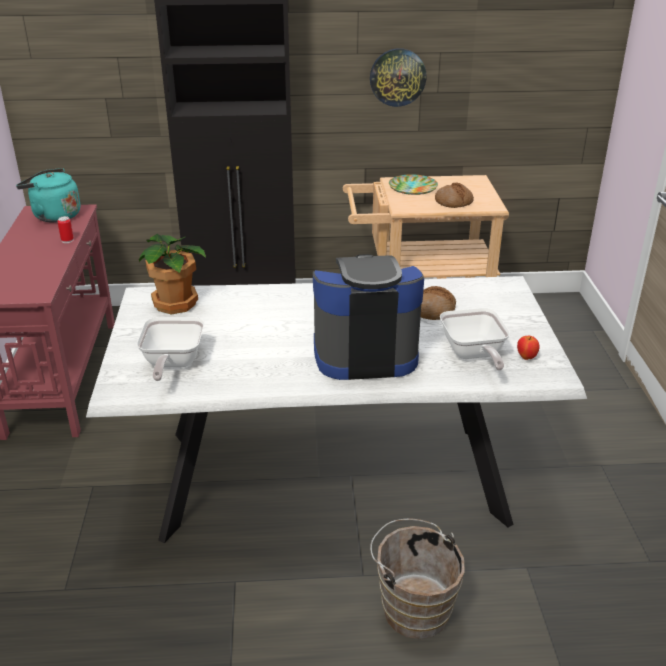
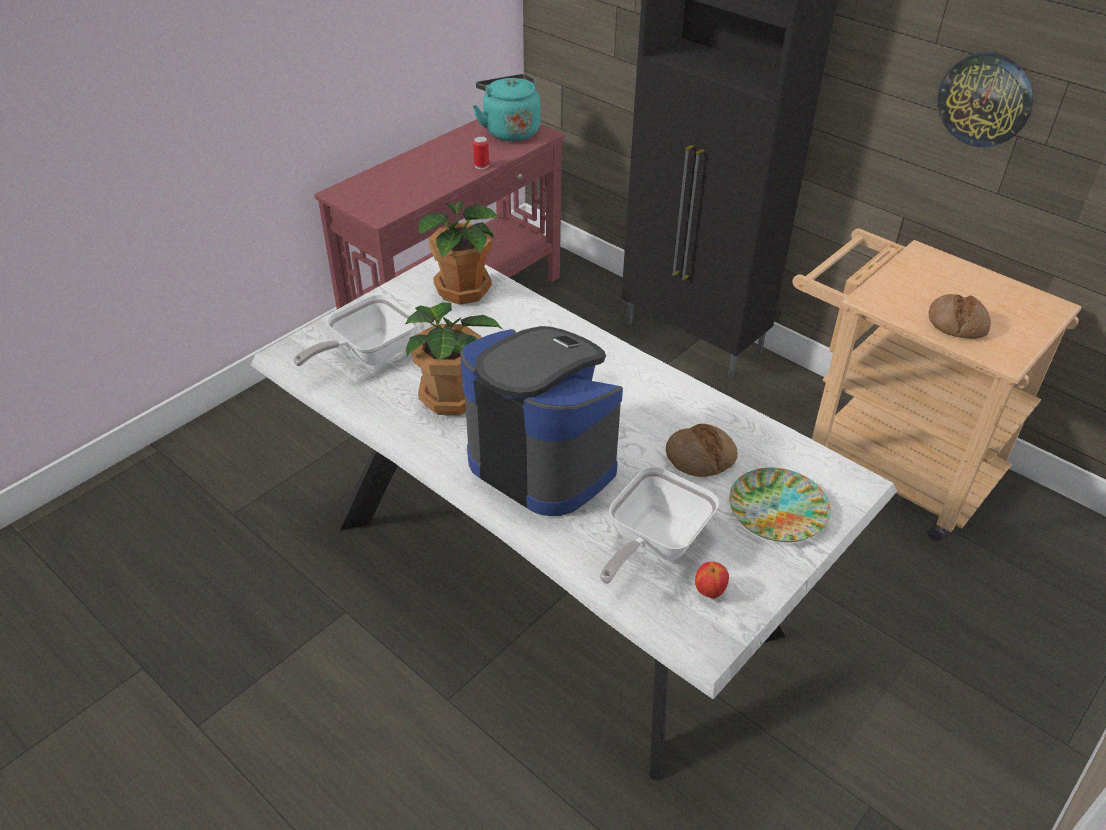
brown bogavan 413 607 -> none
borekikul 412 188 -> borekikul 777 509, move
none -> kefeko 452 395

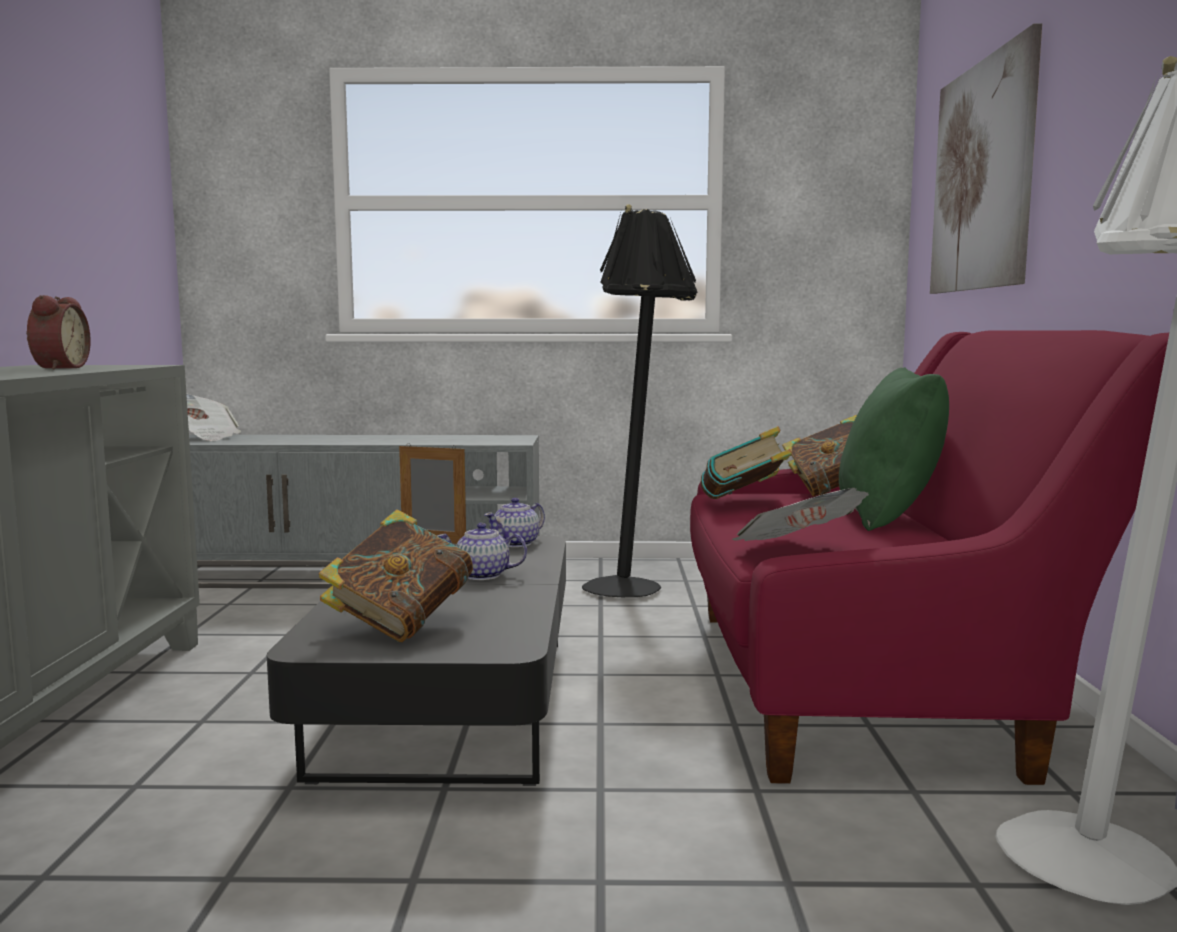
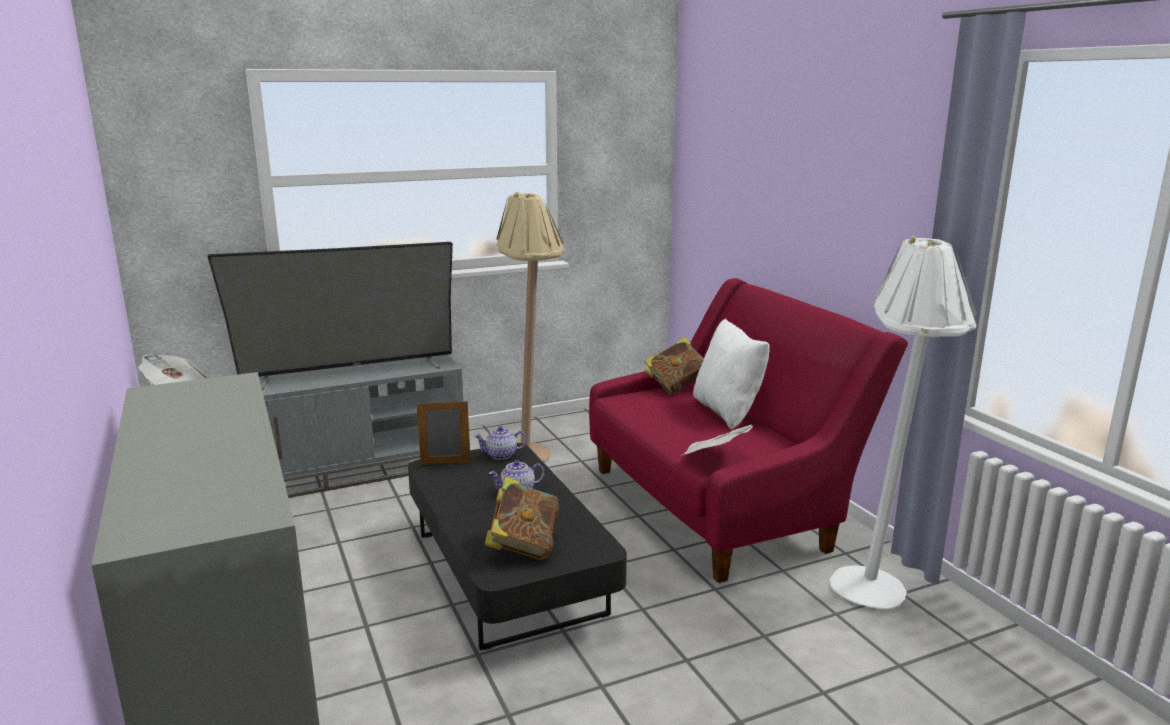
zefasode 57 368 -> none
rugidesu 516 543 -> rugidesu 501 455, 60 degrees clockwise
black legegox 638 586 -> beige legegox 532 449
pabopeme 743 504 -> none
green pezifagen 887 517 -> white pezifagen 727 412
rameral 982 176 -> none
none -> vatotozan 349 372

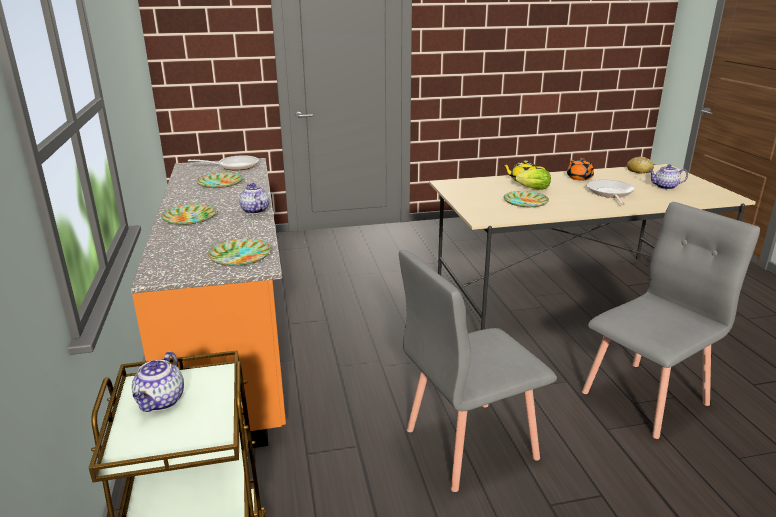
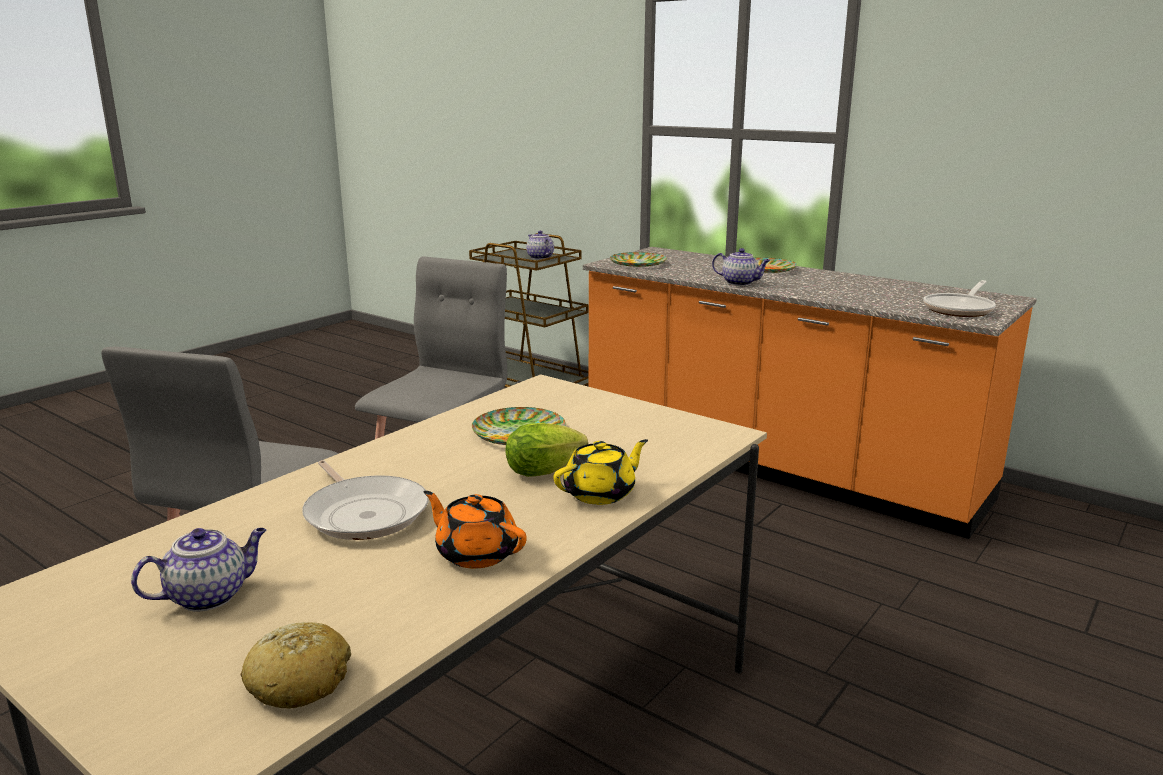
borekikul 220 183 -> none

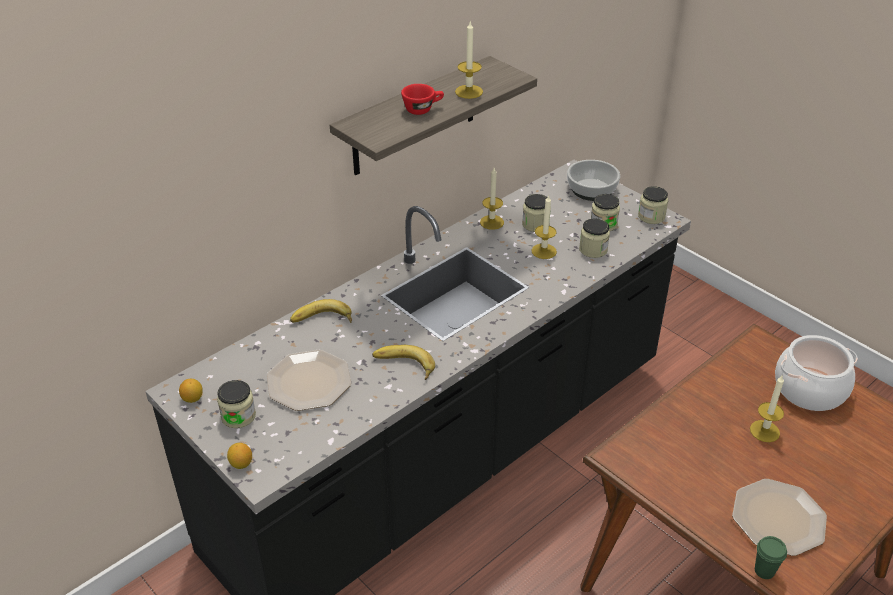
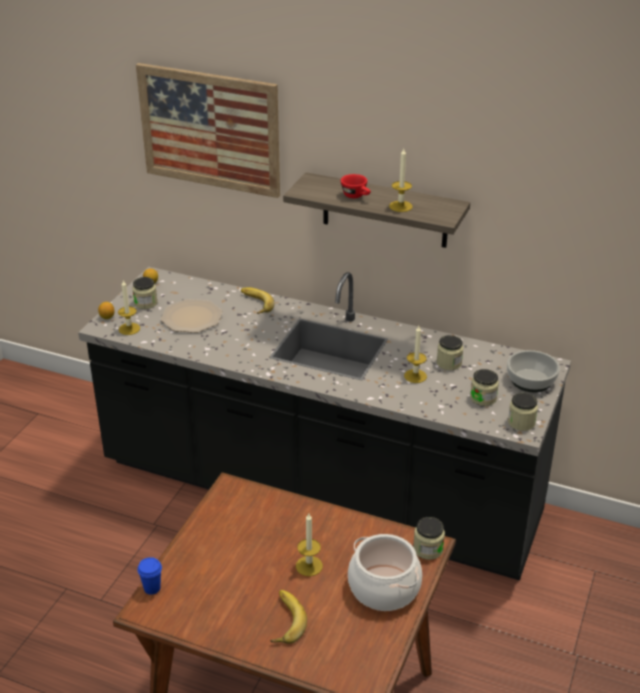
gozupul 403 366 -> gozupul 283 620, move
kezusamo 492 222 -> kezusamo 129 329, move
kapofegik 593 249 -> kapofegik 428 549, move
borekikul 777 518 -> none
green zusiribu 764 571 -> blue zusiribu 152 588
none -> rameral 210 130

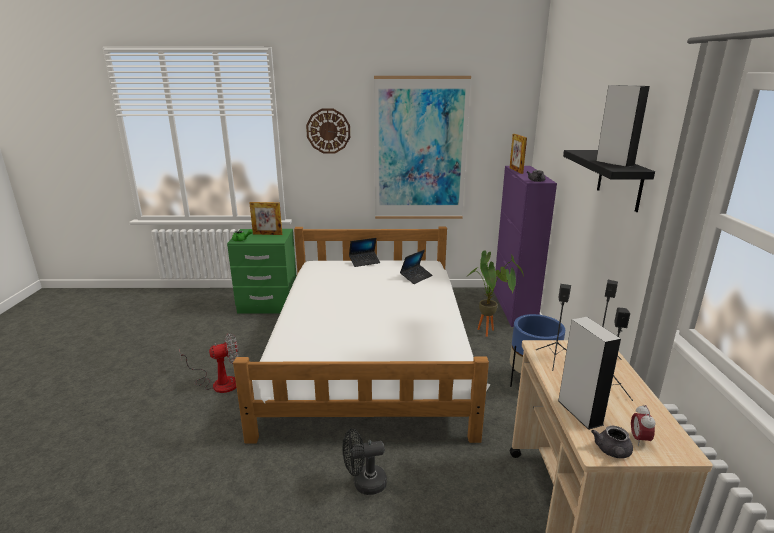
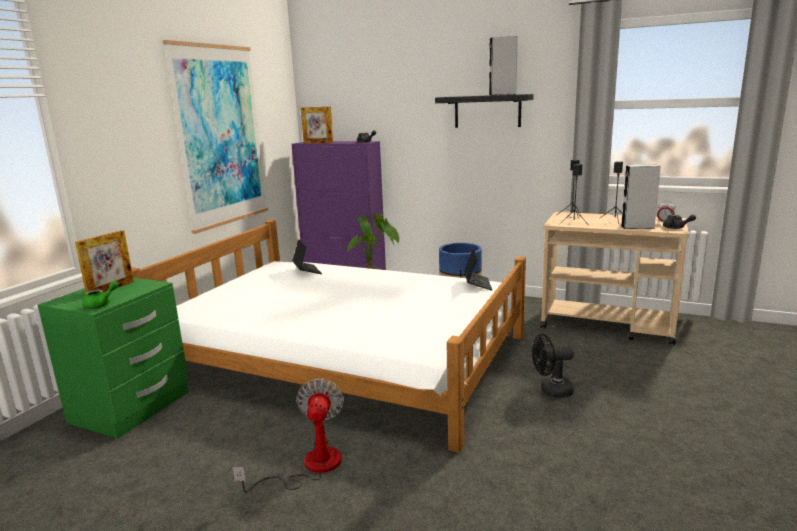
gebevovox 328 131 -> none
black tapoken 364 483 -> black tapoken 551 391, 75 degrees clockwise
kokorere 364 262 -> kokorere 477 284, move

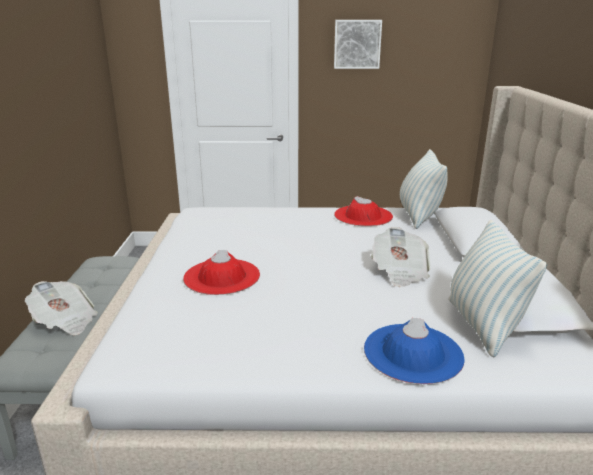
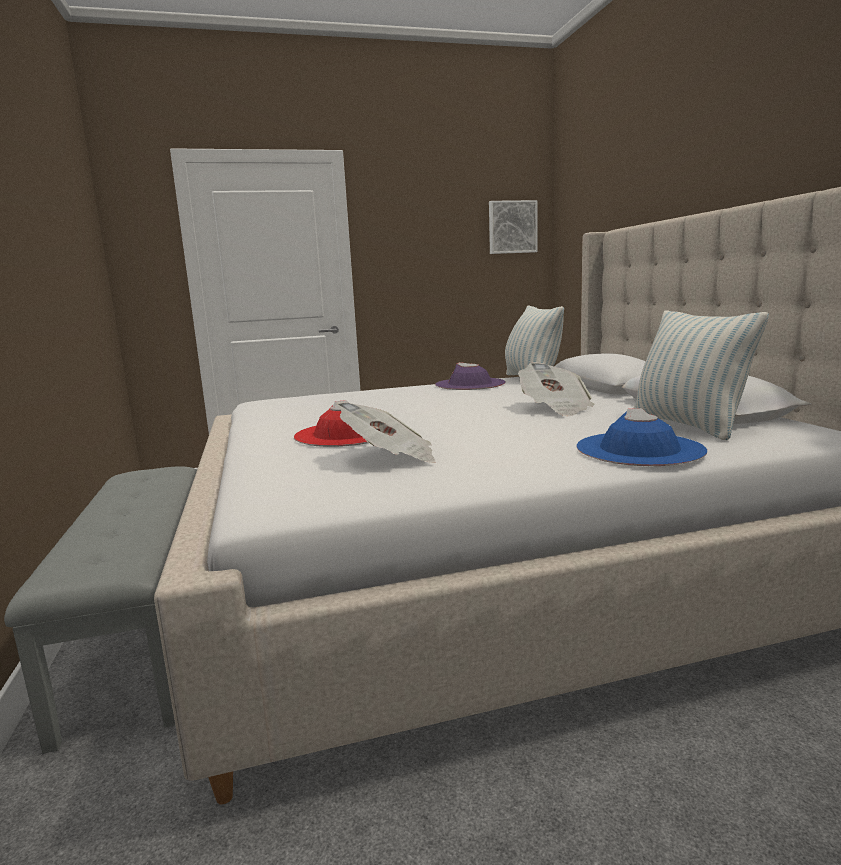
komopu 65 321 -> komopu 390 458, move
rameral 357 44 -> rameral 512 227, move
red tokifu 363 216 -> purple tokifu 470 384

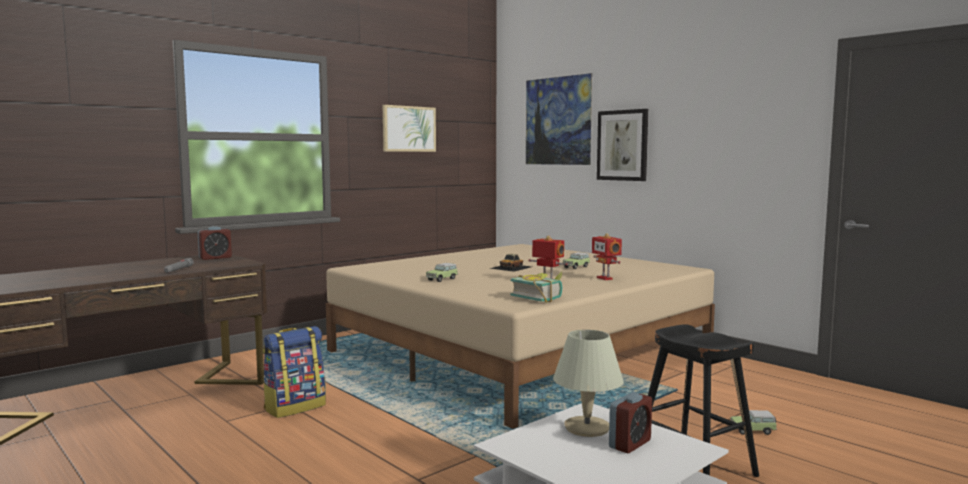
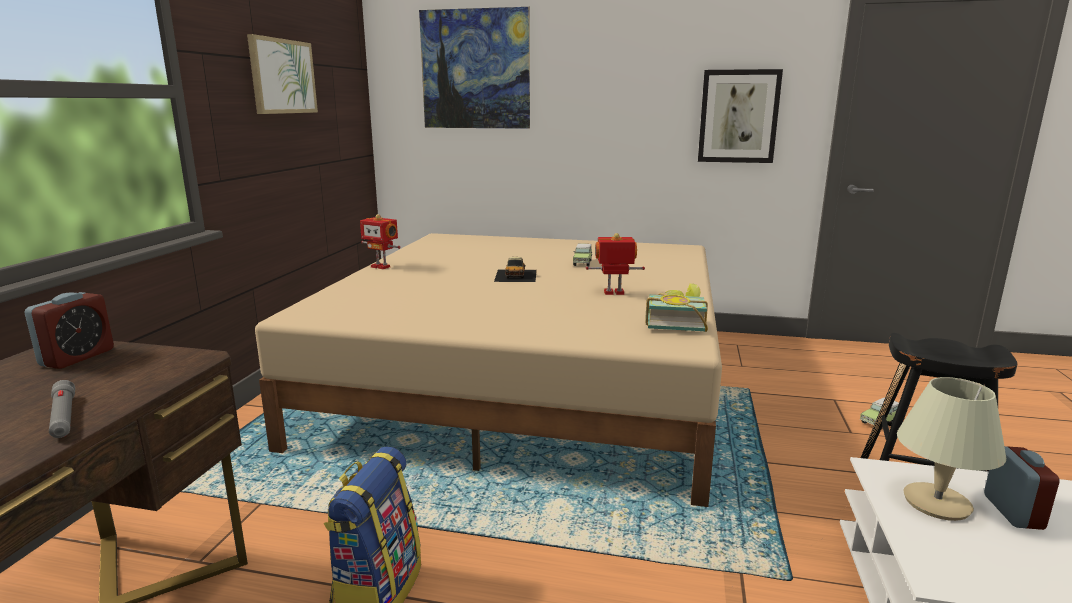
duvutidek 442 279 -> none
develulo 605 278 -> develulo 381 266, move
rameral 622 145 -> rameral 738 116, move

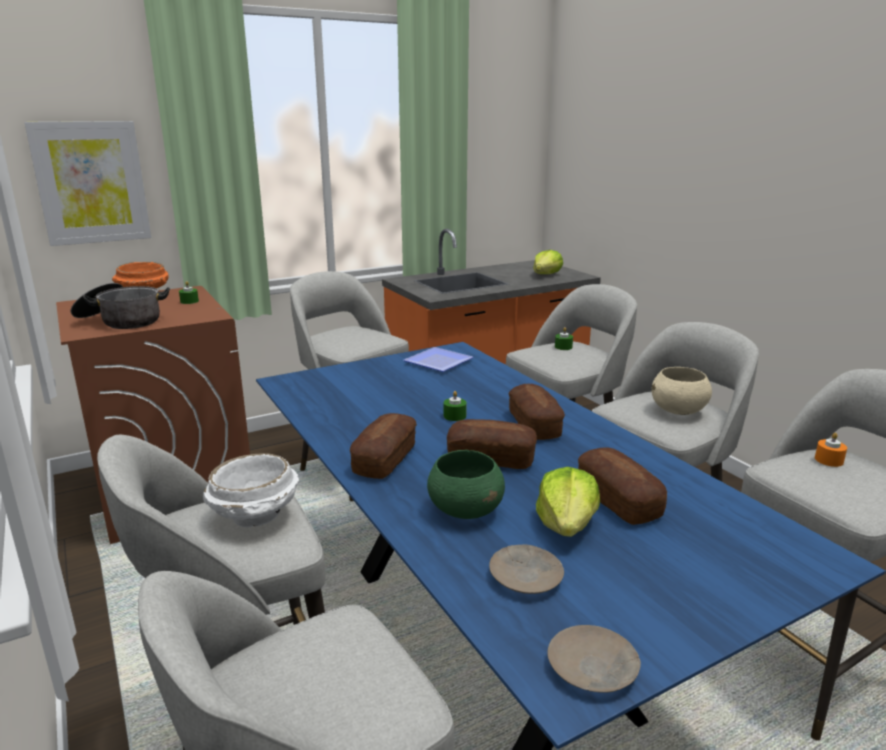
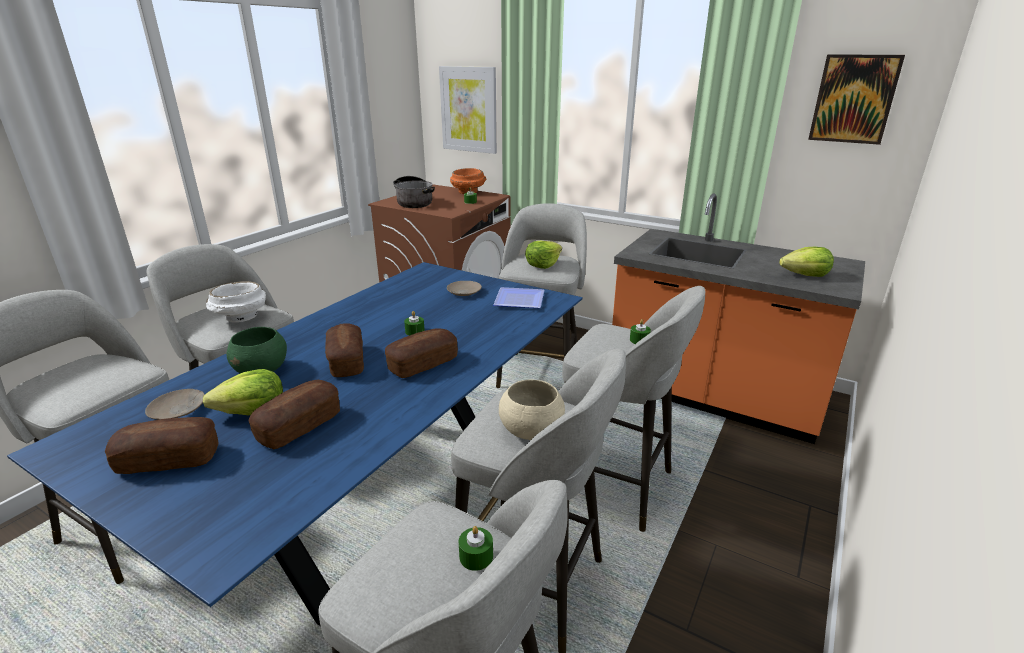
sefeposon 385 460 -> sefeposon 169 460, move
beige borekikul 593 668 -> beige borekikul 464 292, move
orange kezusamo 829 460 -> green kezusamo 476 556
none -> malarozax 543 264
none -> rameral 854 99

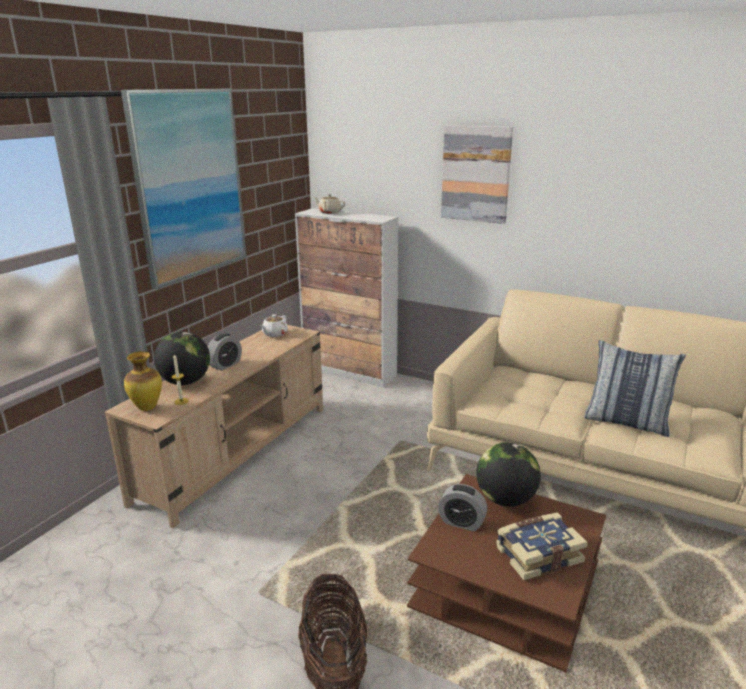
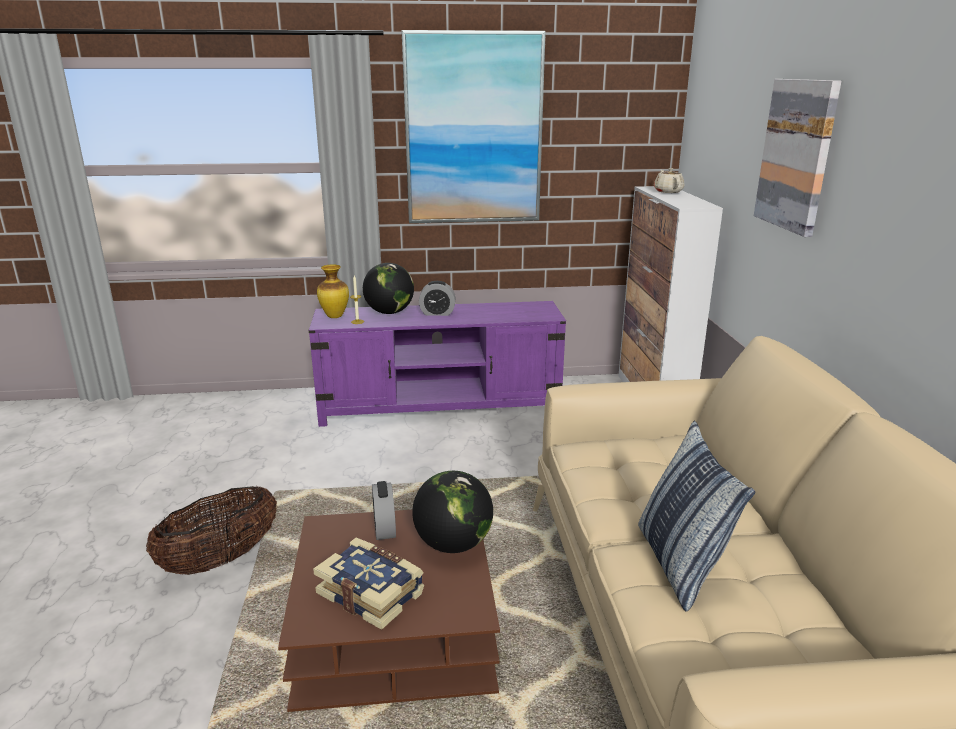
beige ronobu 237 451 -> purple ronobu 441 406
white rugidesu 274 334 -> none

